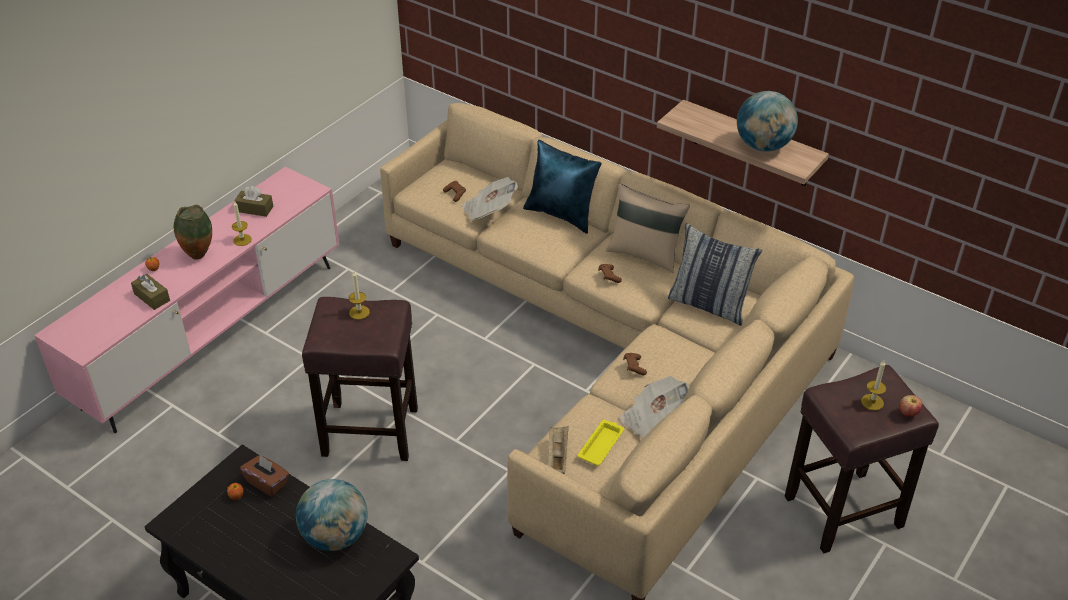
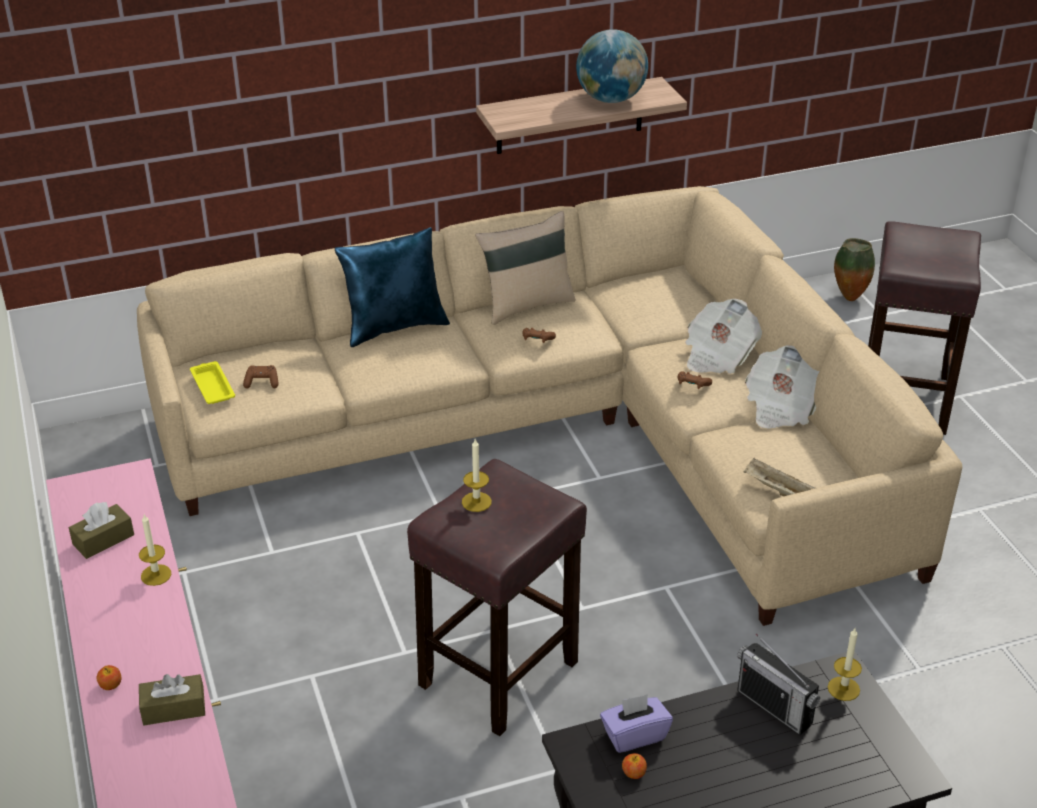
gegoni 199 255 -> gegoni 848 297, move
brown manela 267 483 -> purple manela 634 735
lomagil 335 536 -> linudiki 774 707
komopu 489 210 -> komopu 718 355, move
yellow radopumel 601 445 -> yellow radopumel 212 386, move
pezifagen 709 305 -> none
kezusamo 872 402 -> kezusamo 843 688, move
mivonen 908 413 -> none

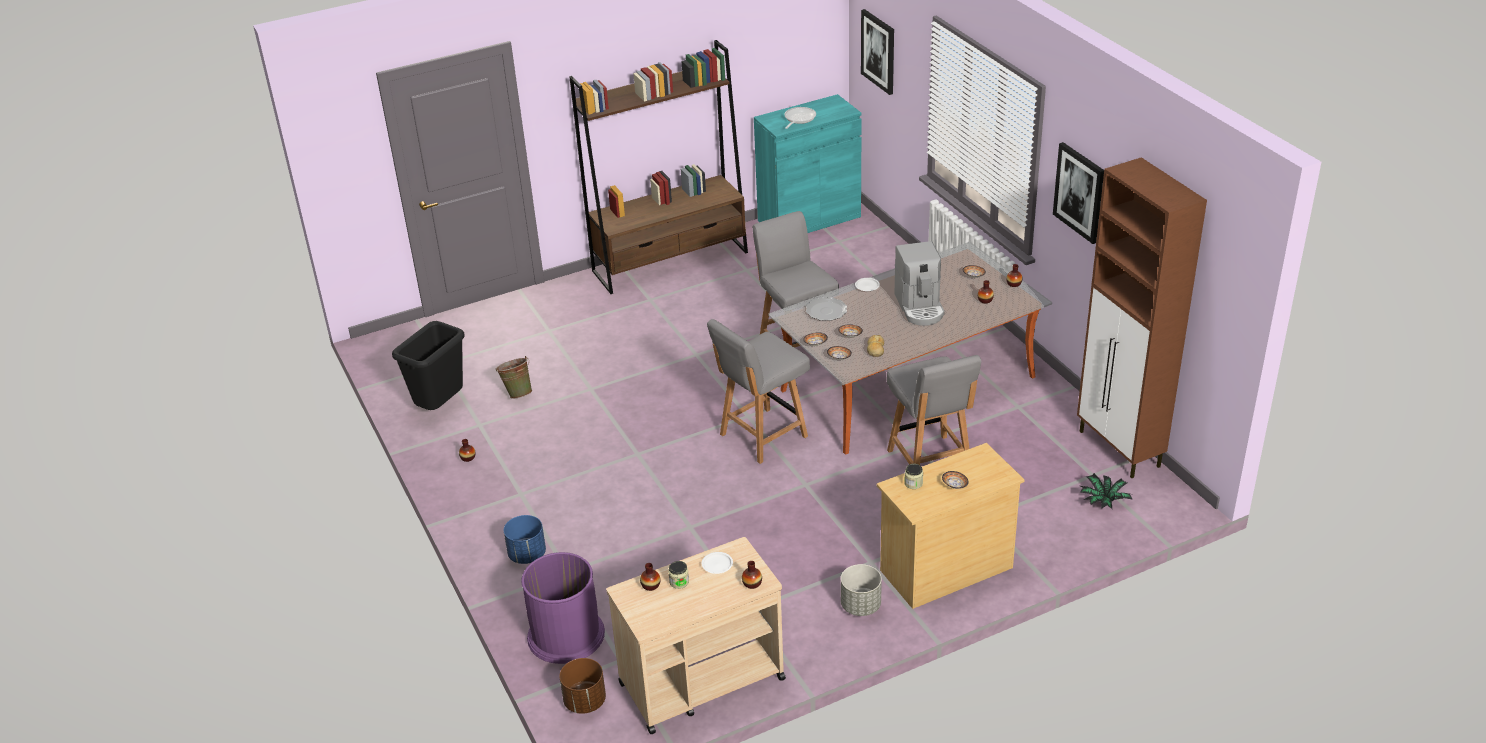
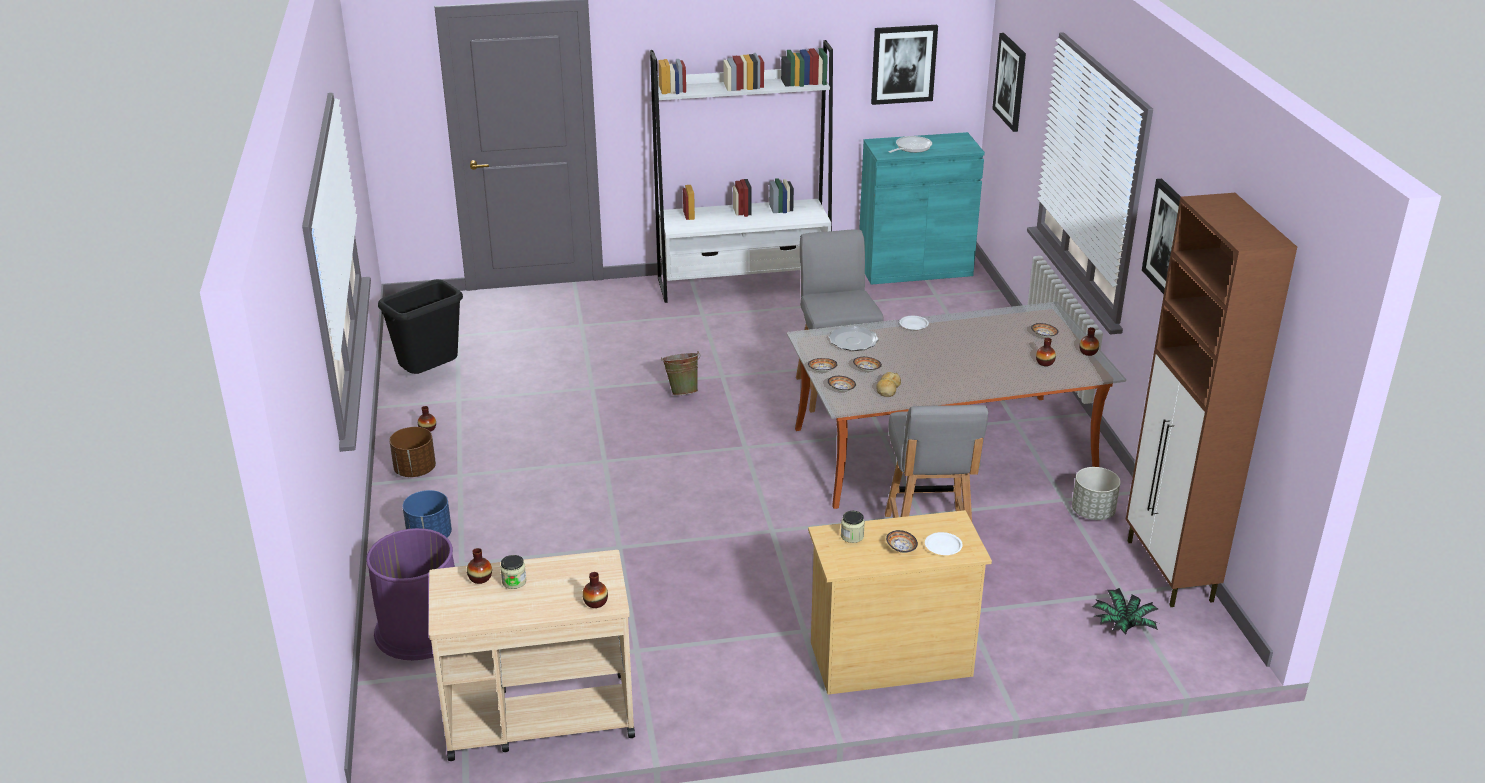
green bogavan 517 393 -> green bogavan 682 391, move
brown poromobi 584 701 -> brown poromobi 415 470, move
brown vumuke 671 261 -> white vumuke 744 283
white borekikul 717 565 -> white borekikul 943 546, move
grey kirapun 761 436 -> none
grey poromobi 860 606 -> grey poromobi 1092 512, move
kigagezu 920 307 -> none
none -> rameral 903 64

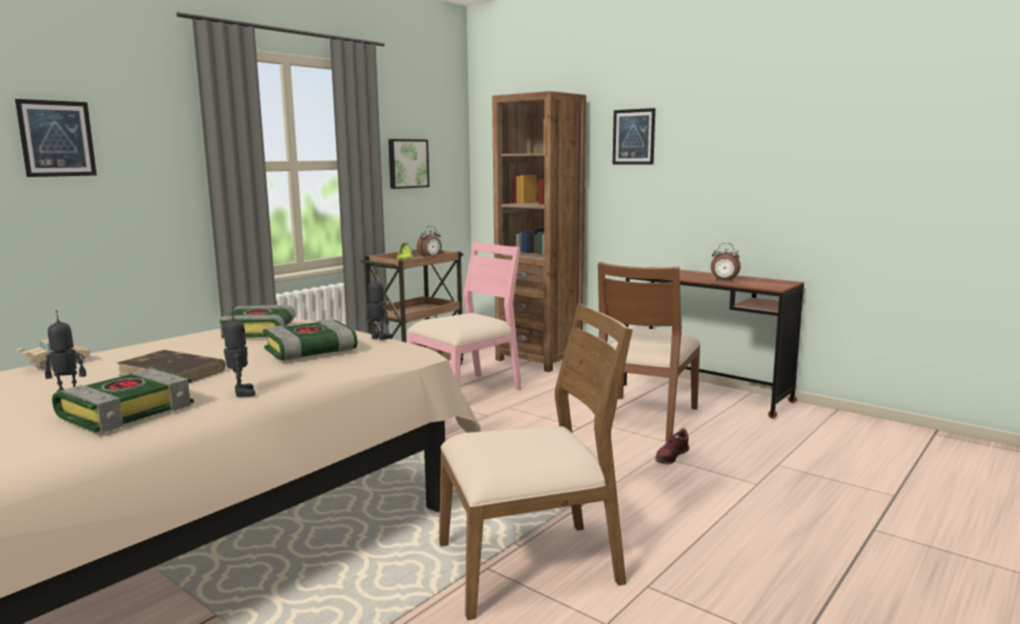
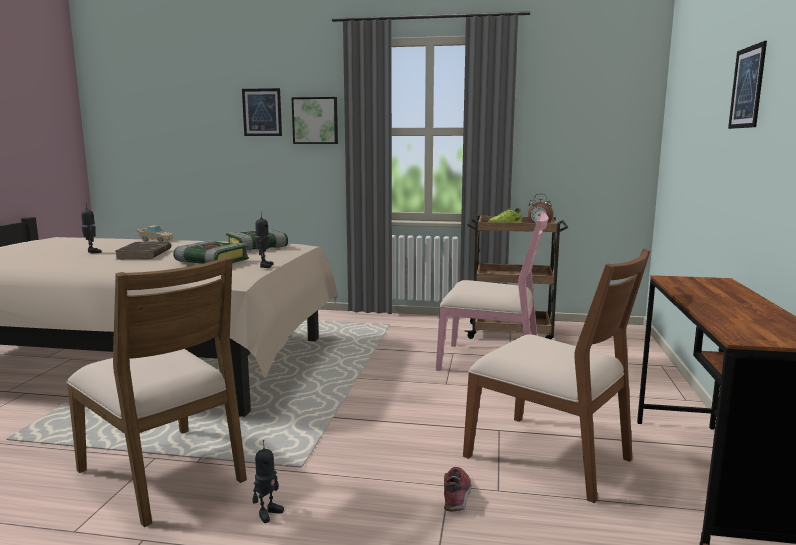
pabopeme 127 411 -> none
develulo 241 393 -> develulo 268 513, move
rameral 407 163 -> rameral 315 120, move
brown vumuke 539 359 -> none
brown kirapun 644 418 -> brown kirapun 550 456, 135 degrees counterclockwise
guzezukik 671 456 -> guzezukik 457 495, 90 degrees clockwise
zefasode 724 281 -> none

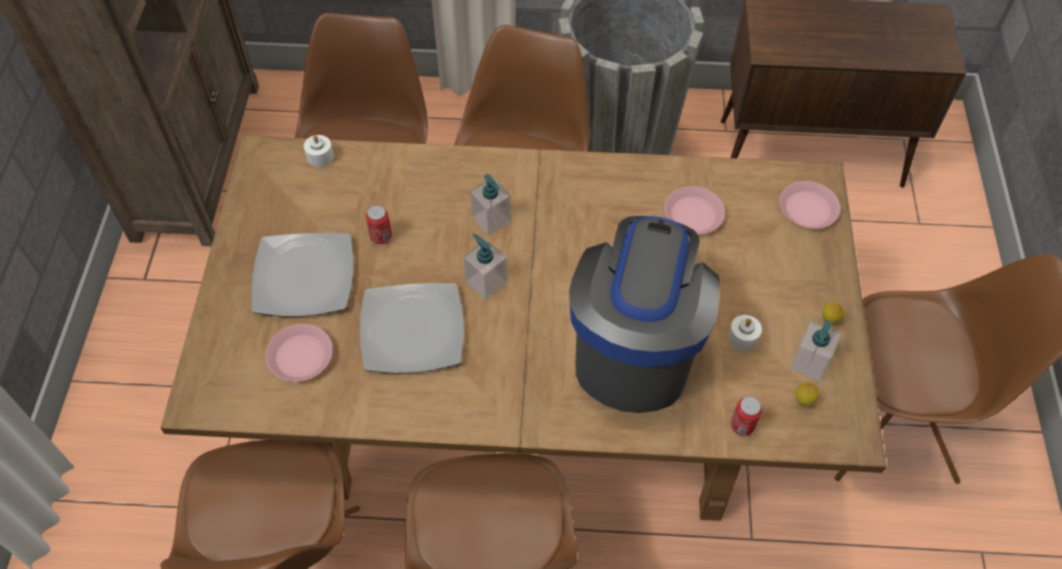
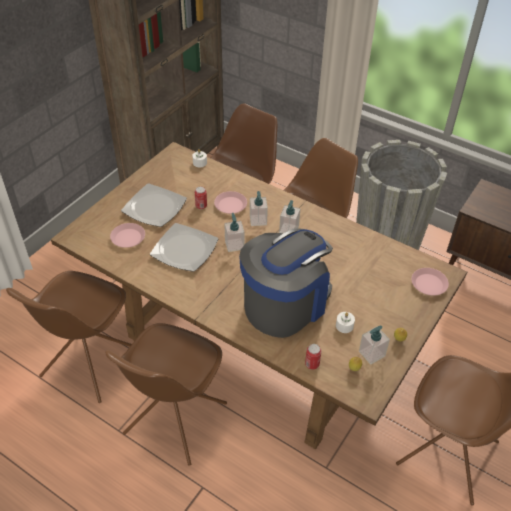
pink borekikul 693 215 -> pink borekikul 230 205, move
none -> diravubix 289 229

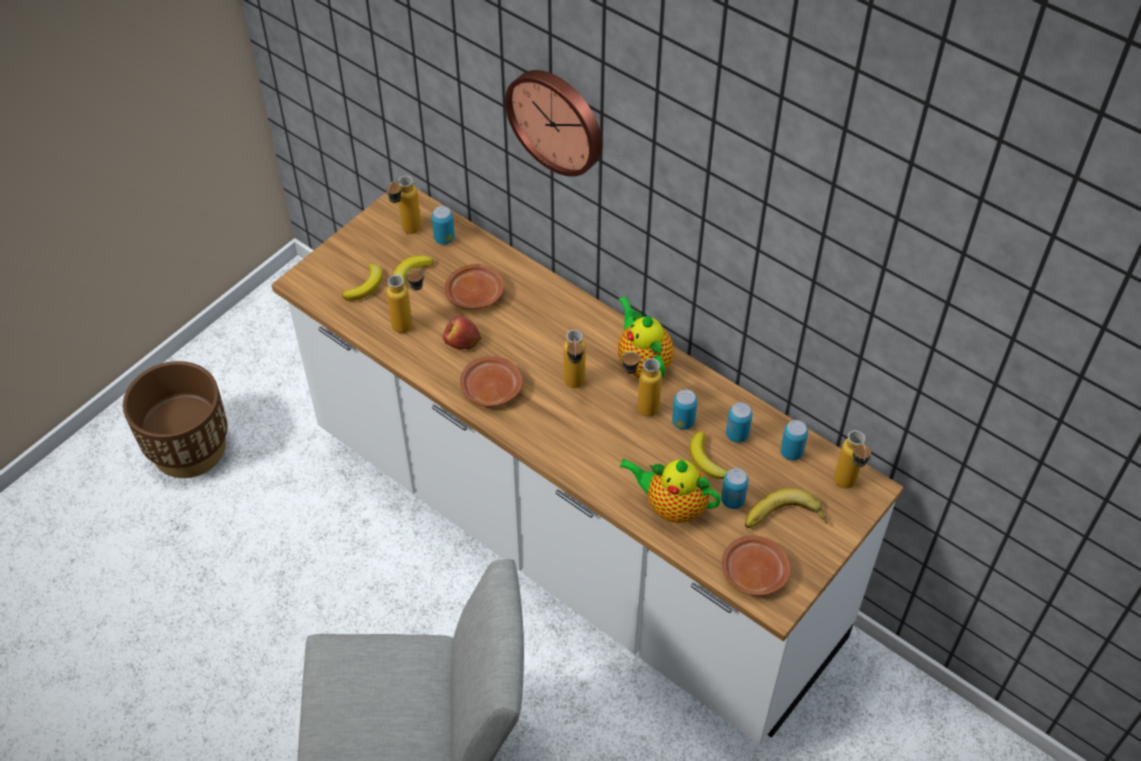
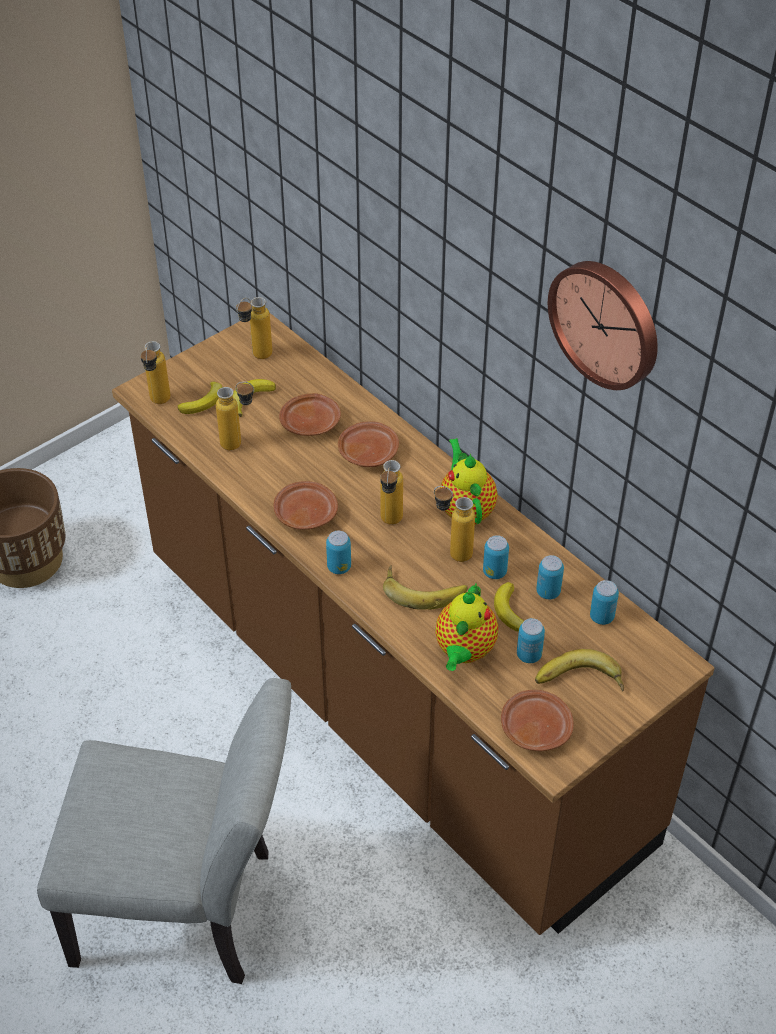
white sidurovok 570 538 -> brown sidurovok 388 701
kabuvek 444 238 -> kabuvek 339 567, move
mivonen 462 340 -> none
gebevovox 557 120 -> gebevovox 607 322, move
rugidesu 672 506 -> rugidesu 464 652, 105 degrees counterclockwise
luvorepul 846 488 -> luvorepul 158 404, move
none -> brown borekikul 368 452
none -> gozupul 424 589

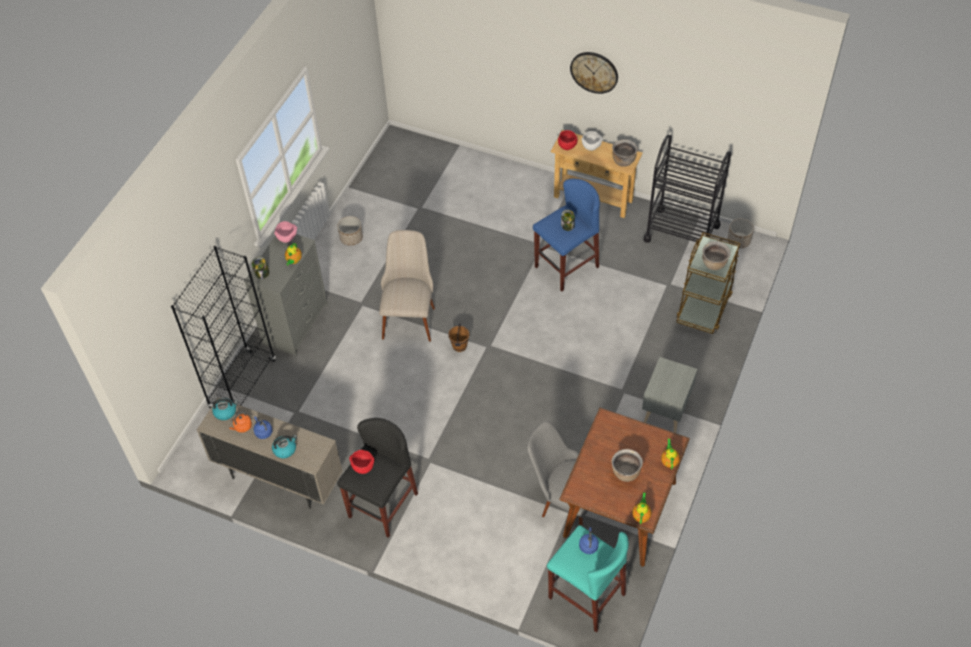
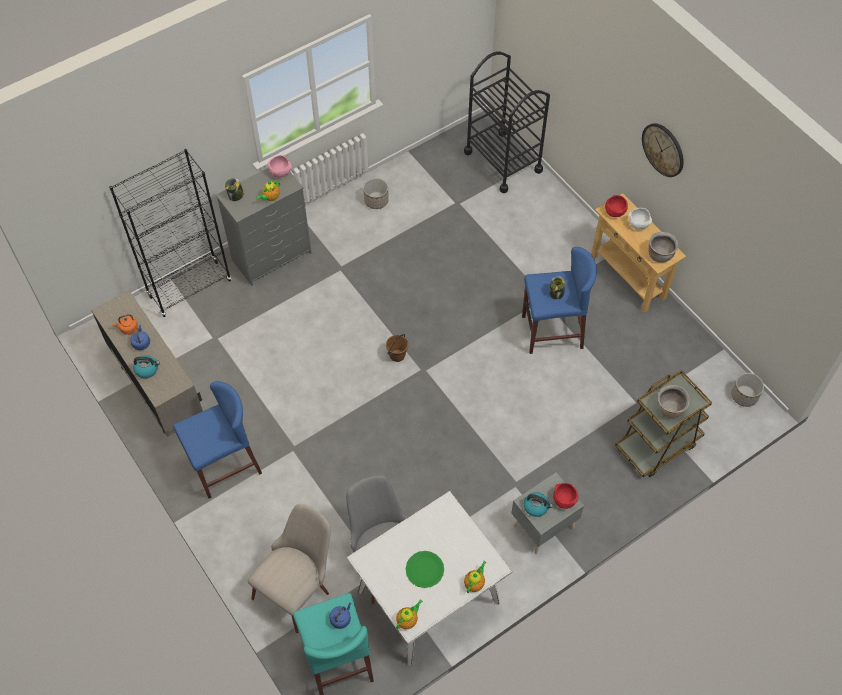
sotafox 225 412 -> sotafox 536 506, move
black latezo 383 505 -> blue latezo 225 466
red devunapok 362 467 -> red devunapok 563 500, move
beige kirapun 409 314 -> beige kirapun 298 586, move
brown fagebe 620 509 -> white fagebe 428 597
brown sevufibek 625 473 -> green borekikul 424 570
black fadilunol 681 233 -> black fadilunol 503 161, move

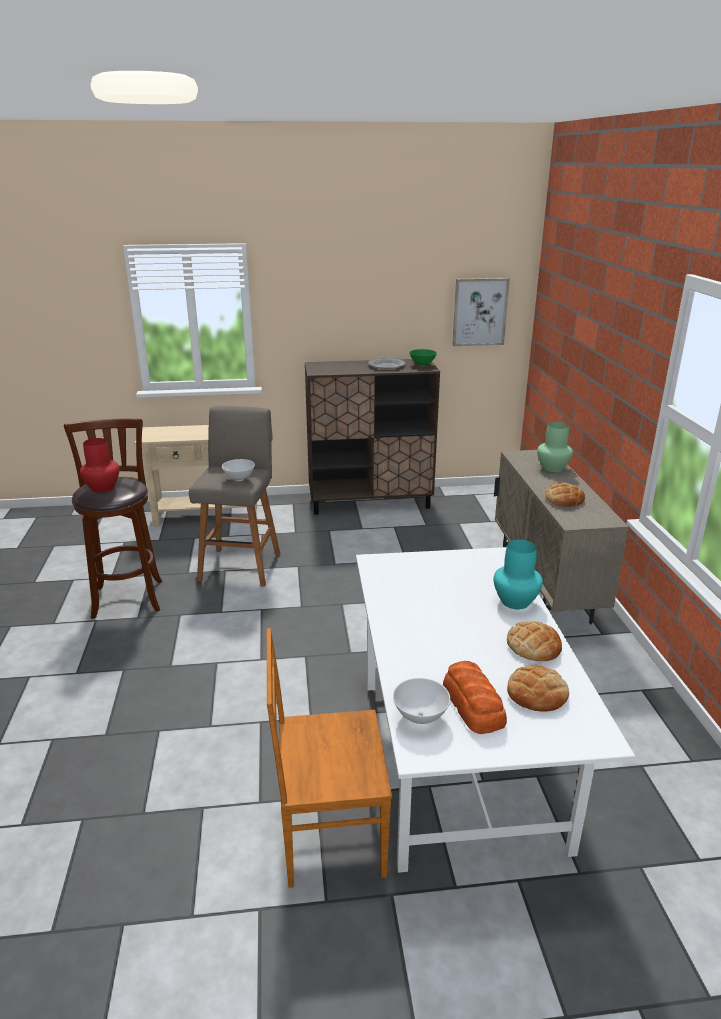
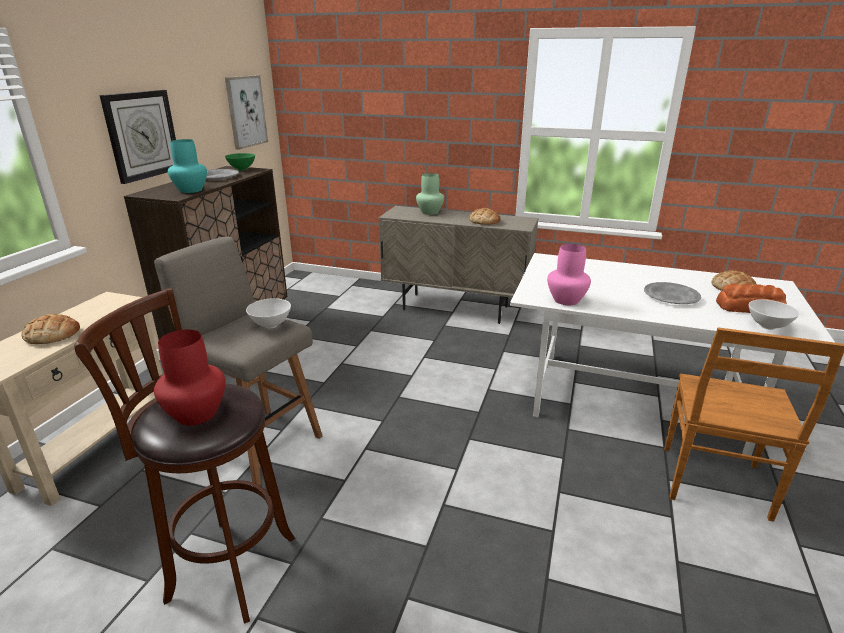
turquoise gegoni 516 602 -> turquoise gegoni 191 190, move
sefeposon 534 646 -> sefeposon 53 334, move
none -> gebevovox 142 135
none -> pink gegoni 565 300
none -> grey borekikul 670 296

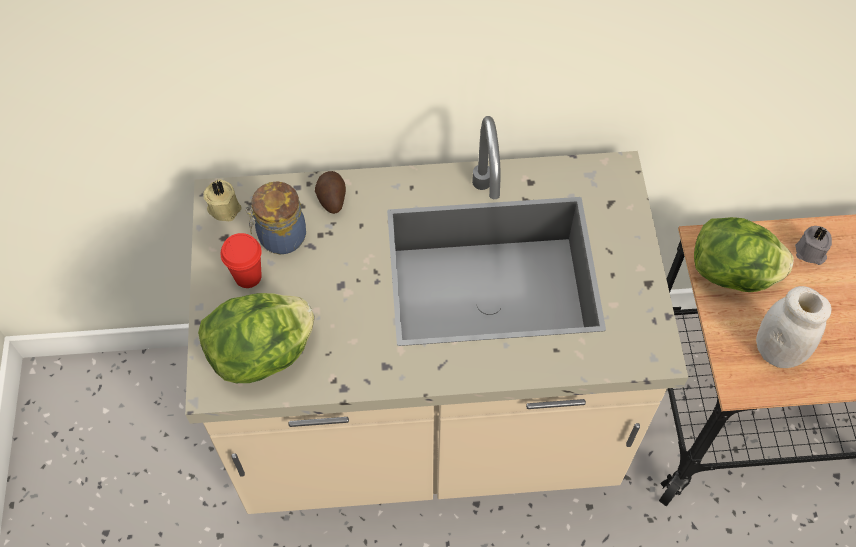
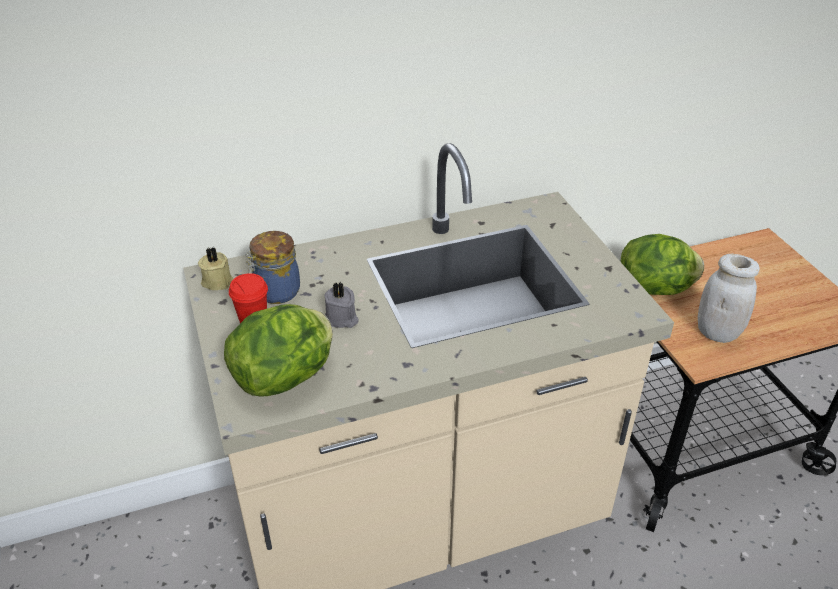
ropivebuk 331 198 -> none
grey kezusamo 810 253 -> grey kezusamo 341 319, move

